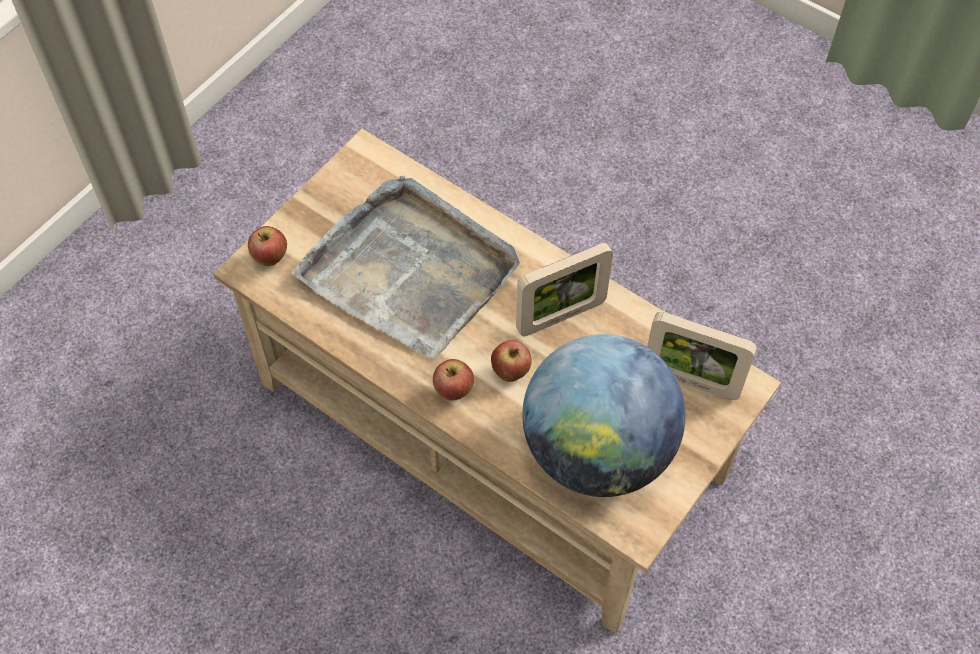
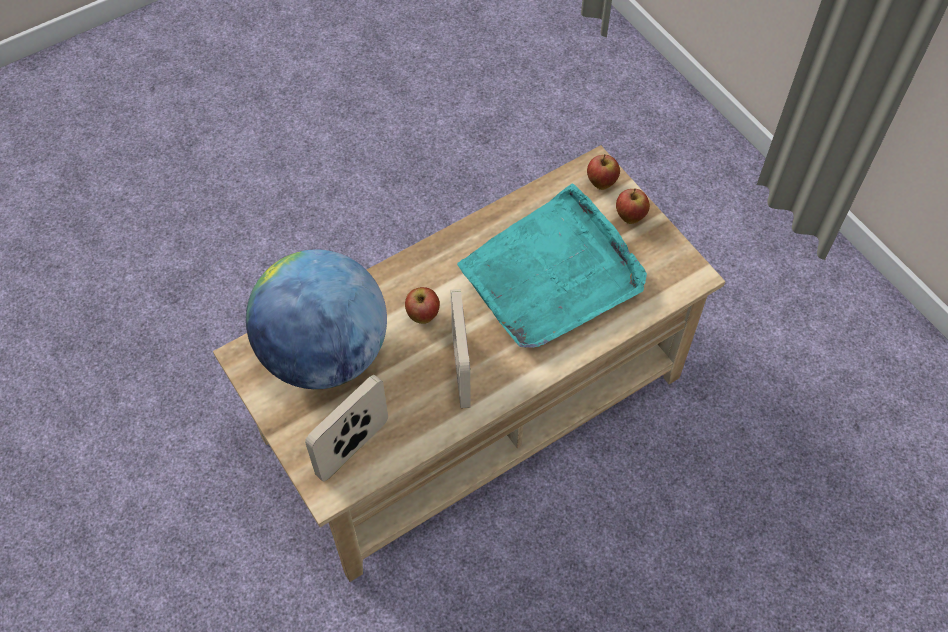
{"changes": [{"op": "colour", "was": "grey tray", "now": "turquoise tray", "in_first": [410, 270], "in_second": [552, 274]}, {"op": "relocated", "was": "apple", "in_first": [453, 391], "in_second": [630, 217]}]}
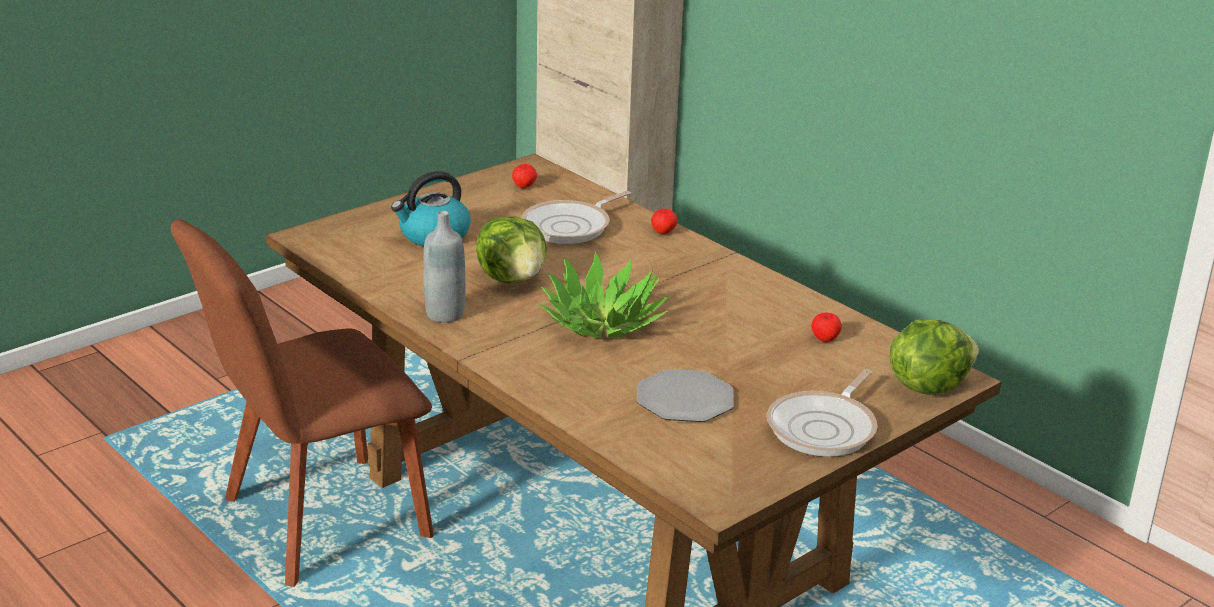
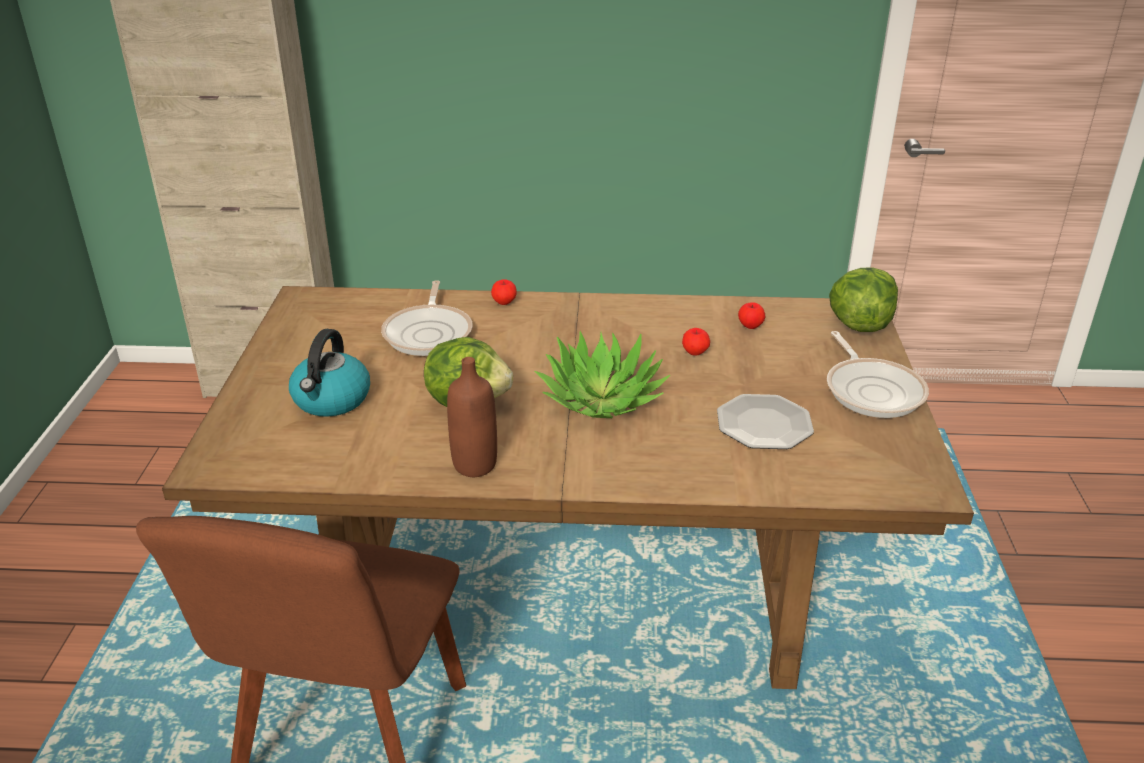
{"changes": [{"op": "colour", "was": "grey bottle", "now": "brown bottle", "in_first": [445, 314], "in_second": [474, 465]}, {"op": "relocated", "was": "apple", "in_first": [524, 186], "in_second": [695, 352]}]}
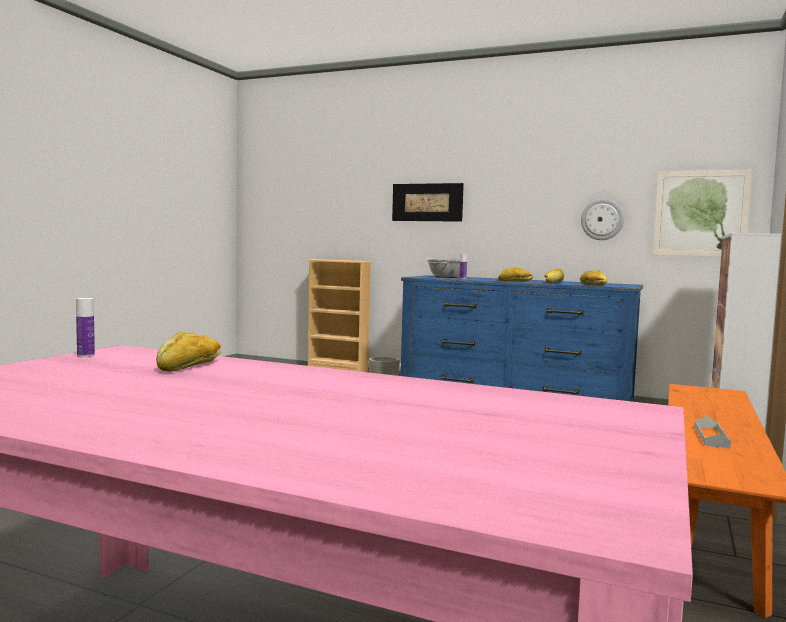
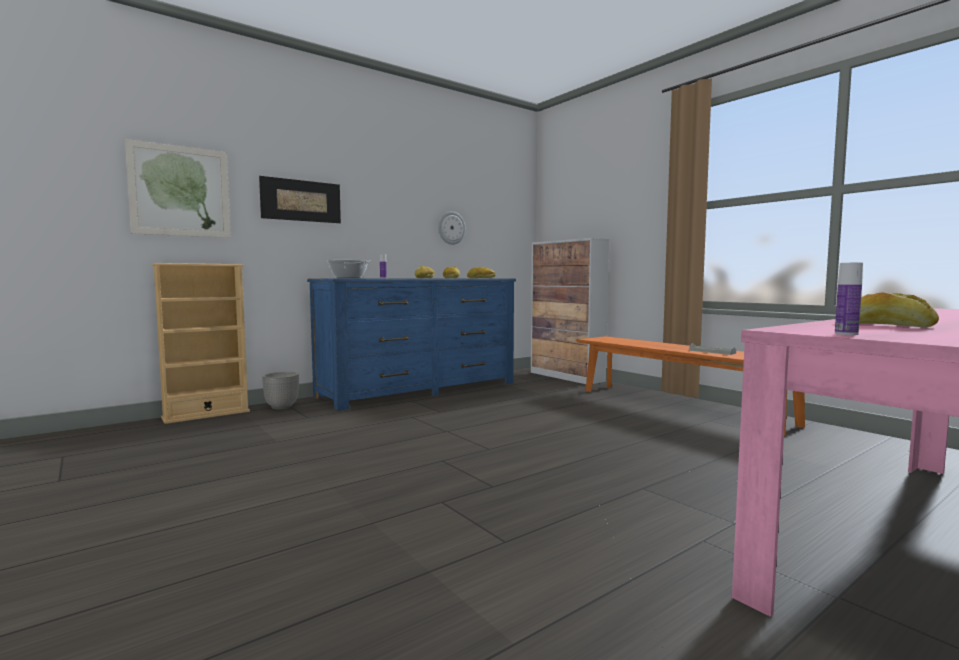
{"changes": [{"op": "relocated", "was": "picture", "in_first": [700, 213], "in_second": [180, 191]}]}
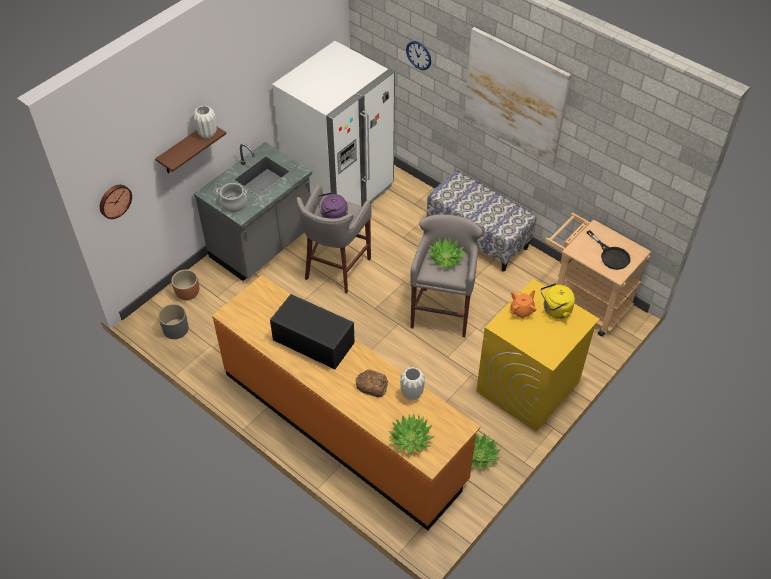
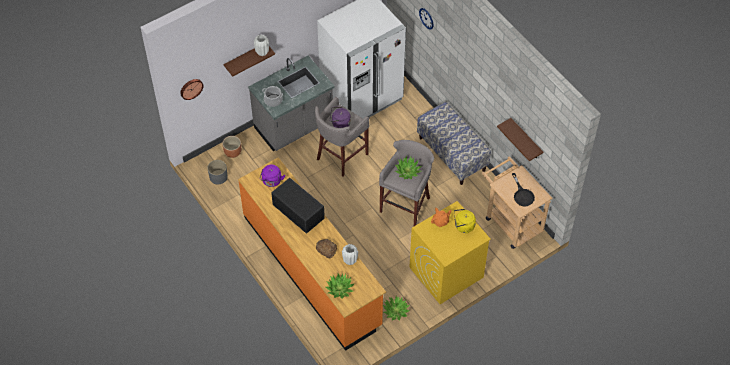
{"changes": [{"op": "appeared", "now": "purple kettle", "in_second": [272, 181]}, {"op": "appeared", "now": "brown shelf", "in_second": [526, 140]}, {"op": "missing", "was": "picture", "in_first": [515, 96]}]}
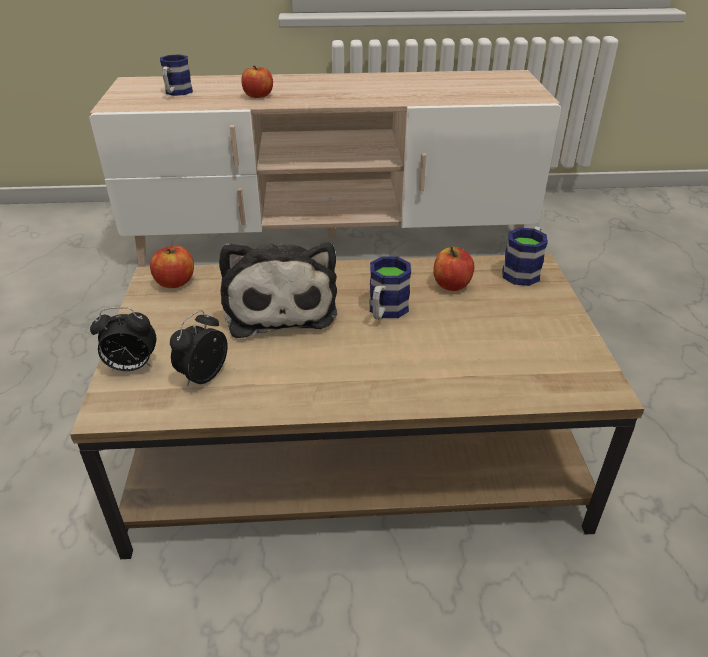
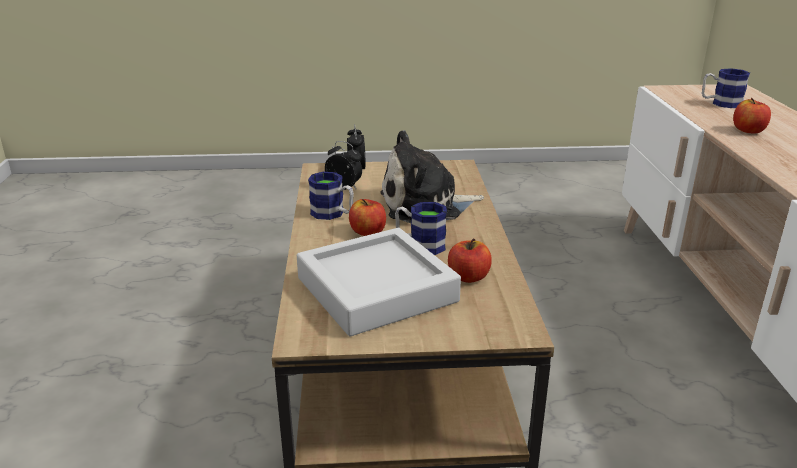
{"changes": [{"op": "appeared", "now": "grey tray", "in_second": [376, 290]}, {"op": "relocated", "was": "mug", "in_first": [523, 271], "in_second": [333, 214]}, {"op": "relocated", "was": "apple", "in_first": [175, 282], "in_second": [368, 232]}]}
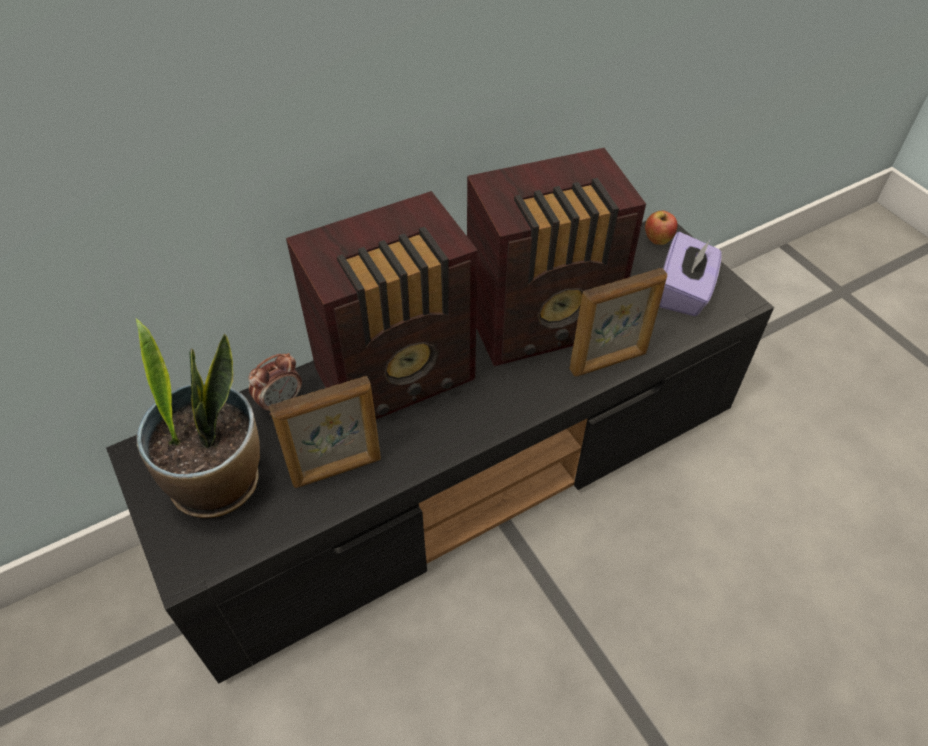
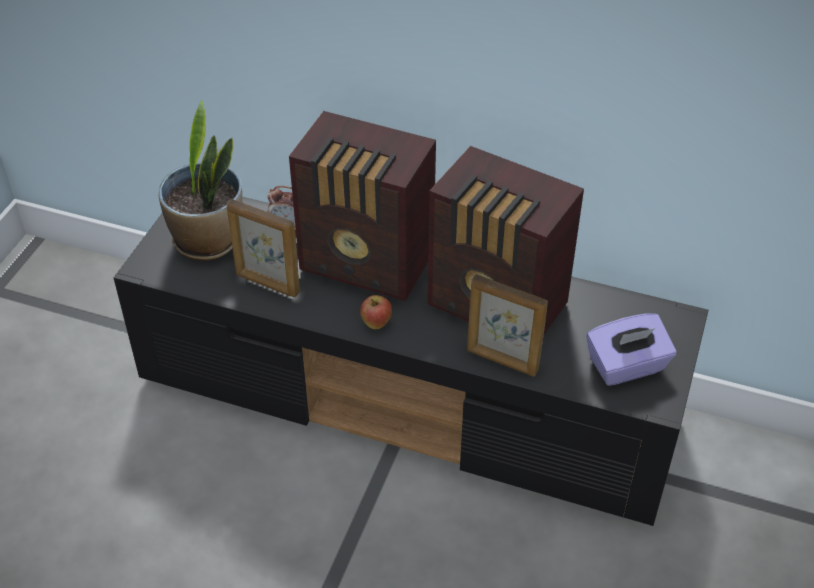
{"changes": [{"op": "relocated", "was": "apple", "in_first": [657, 241], "in_second": [376, 324]}]}
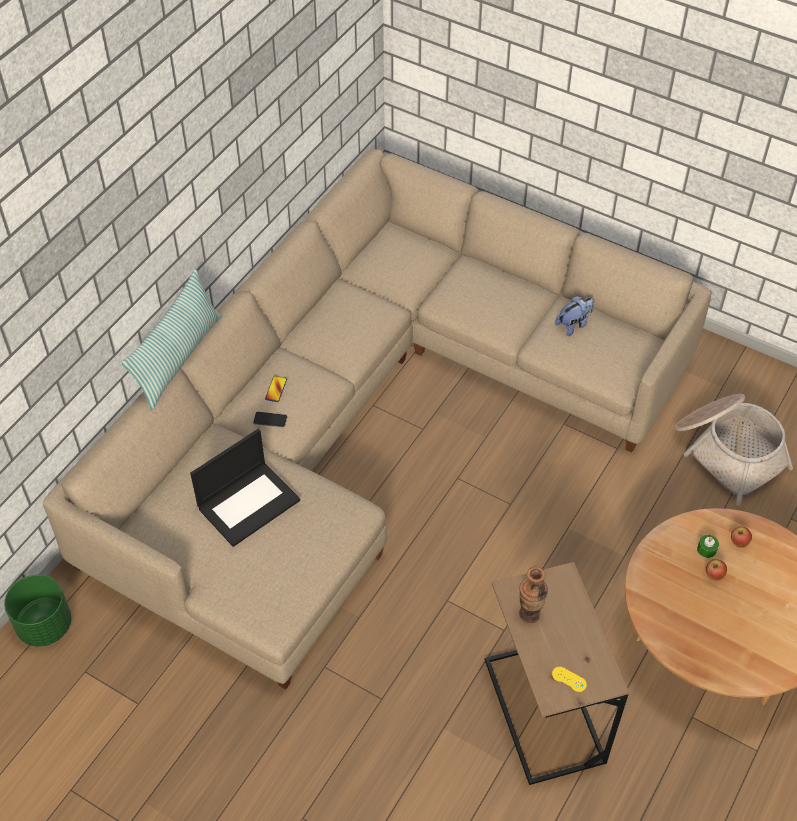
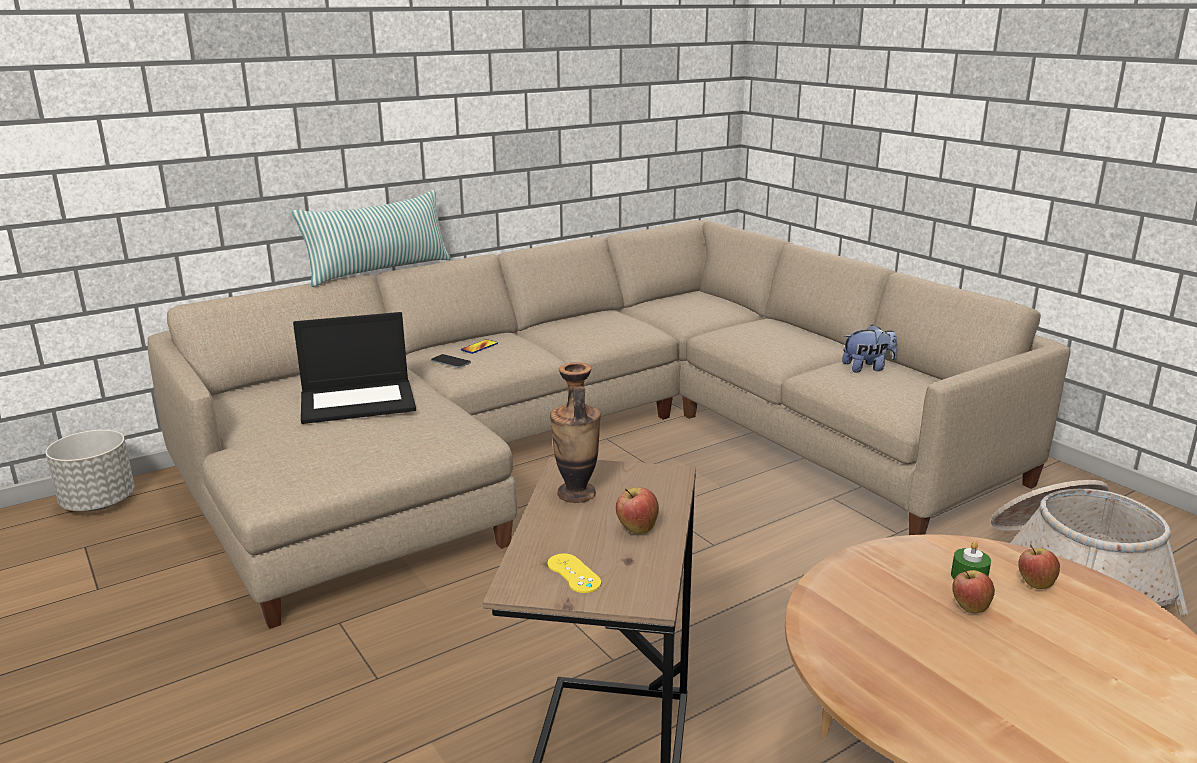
{"changes": [{"op": "colour", "was": "green planter", "now": "grey planter", "in_first": [45, 625], "in_second": [99, 503]}, {"op": "appeared", "now": "apple", "in_second": [636, 529]}]}
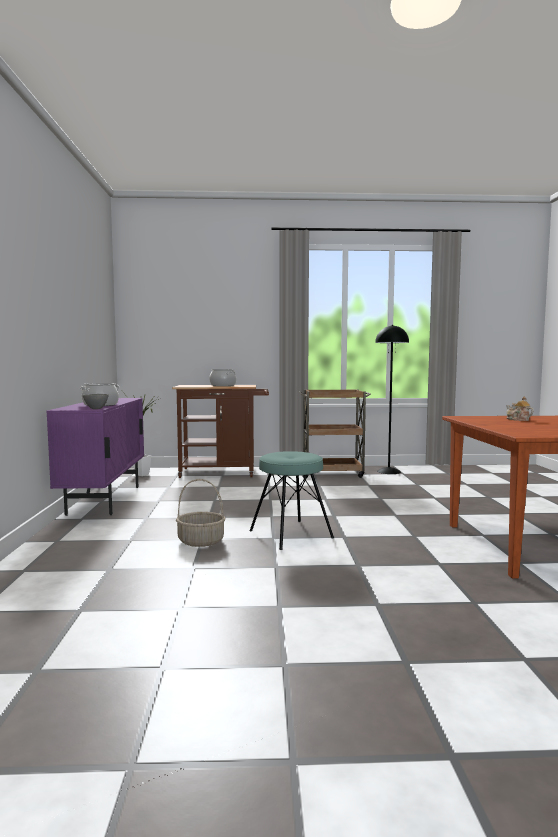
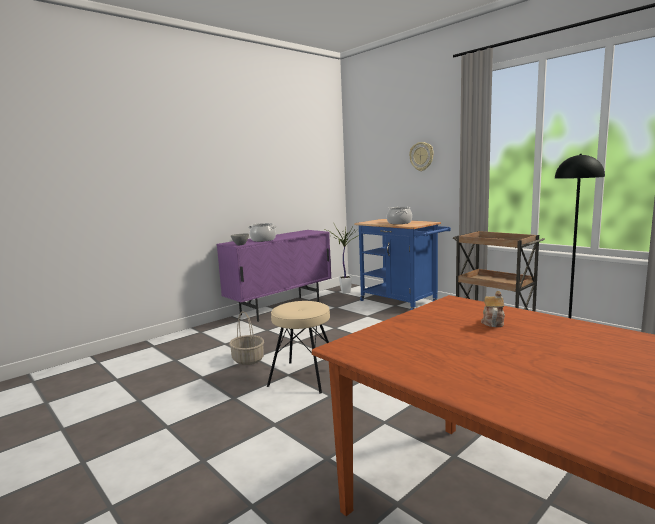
{"changes": [{"op": "colour", "was": "turquoise stool", "now": "beige stool", "in_first": [291, 534], "in_second": [304, 377]}, {"op": "colour", "was": "brown cart", "now": "blue cart", "in_first": [223, 472], "in_second": [402, 303]}, {"op": "appeared", "now": "wall clock", "in_second": [421, 156]}]}
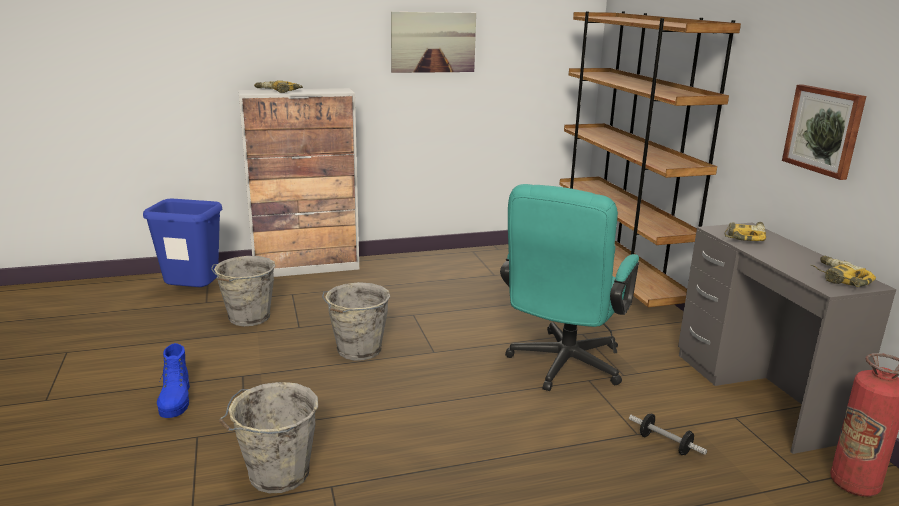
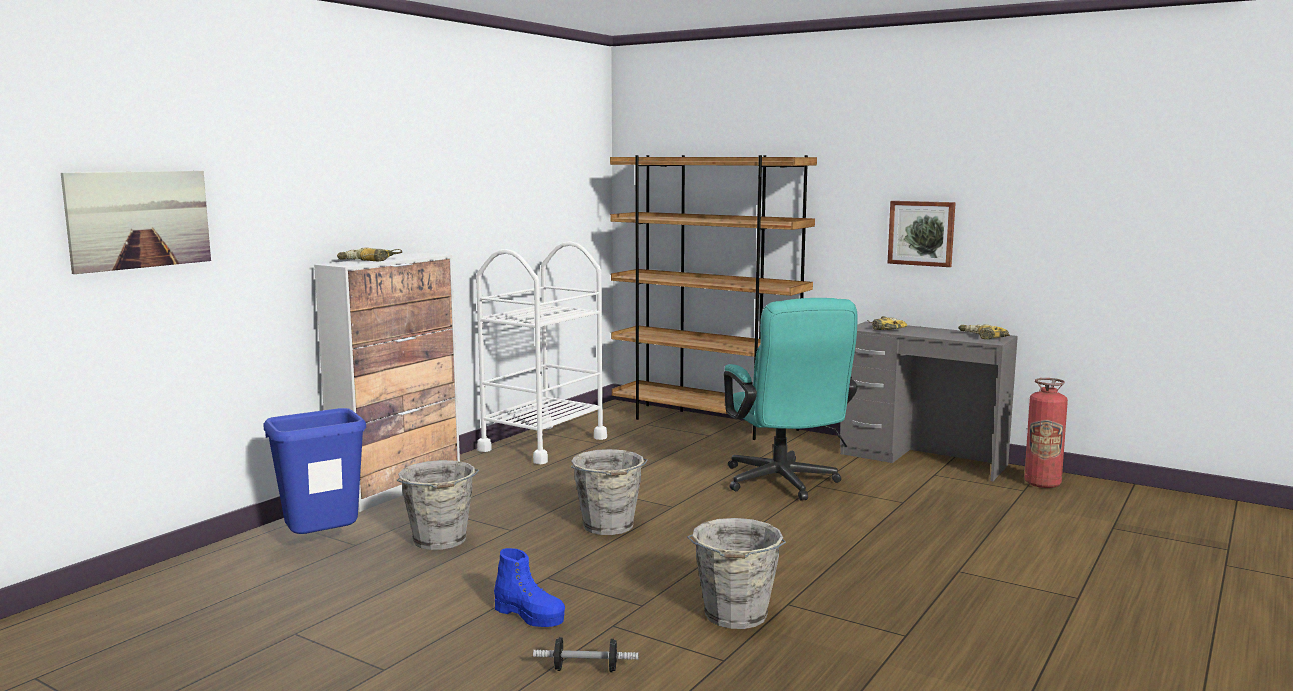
{"changes": [{"op": "relocated", "was": "picture", "in_first": [433, 42], "in_second": [139, 219]}, {"op": "appeared", "now": "white cart", "in_second": [543, 444]}, {"op": "relocated", "was": "dumbbell", "in_first": [664, 444], "in_second": [585, 669]}]}
